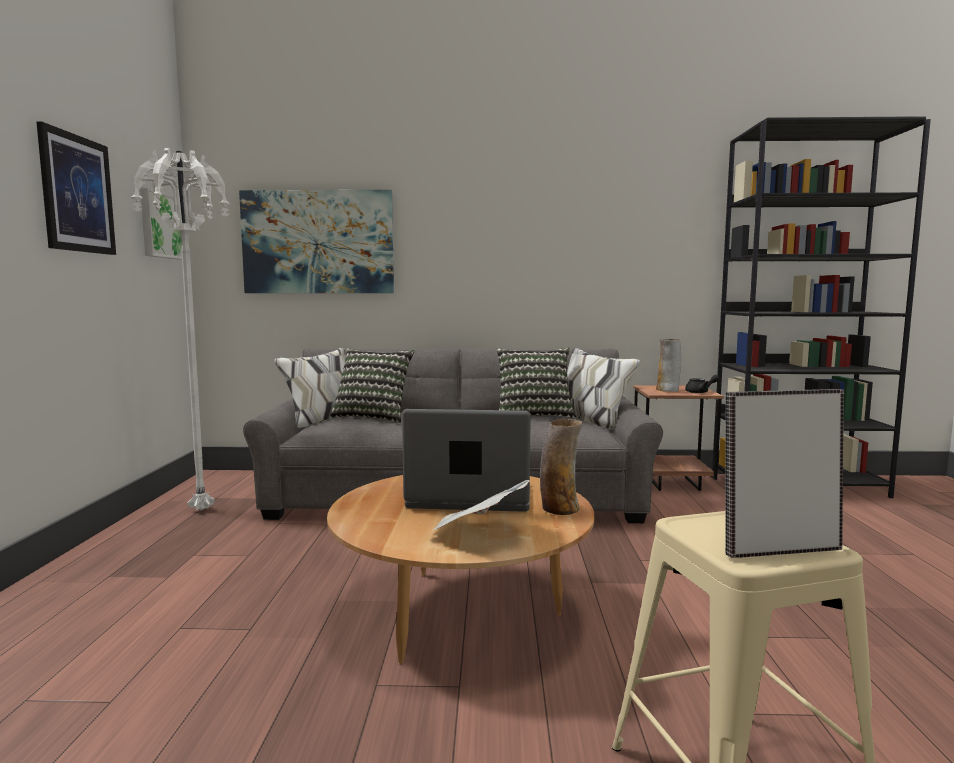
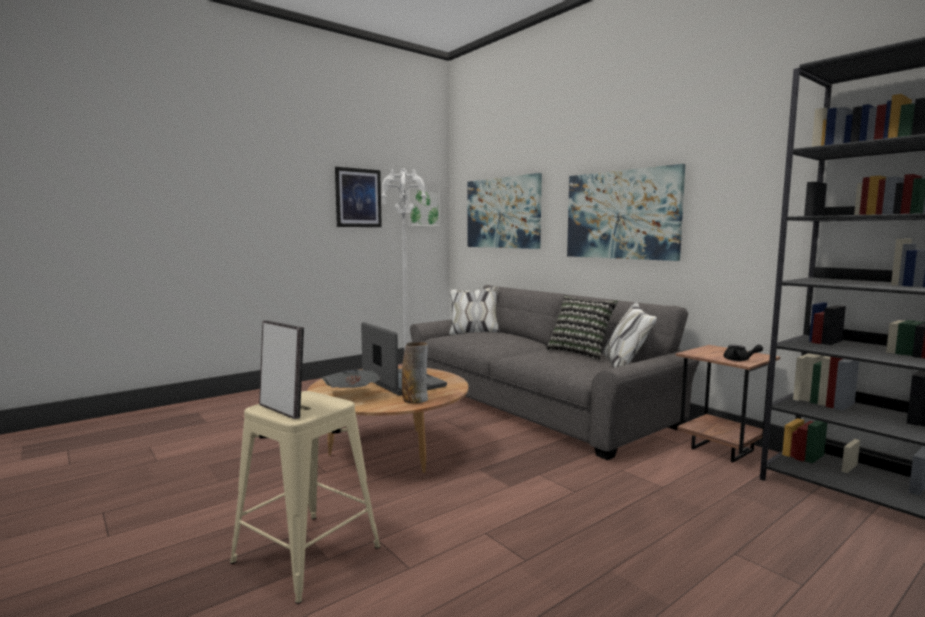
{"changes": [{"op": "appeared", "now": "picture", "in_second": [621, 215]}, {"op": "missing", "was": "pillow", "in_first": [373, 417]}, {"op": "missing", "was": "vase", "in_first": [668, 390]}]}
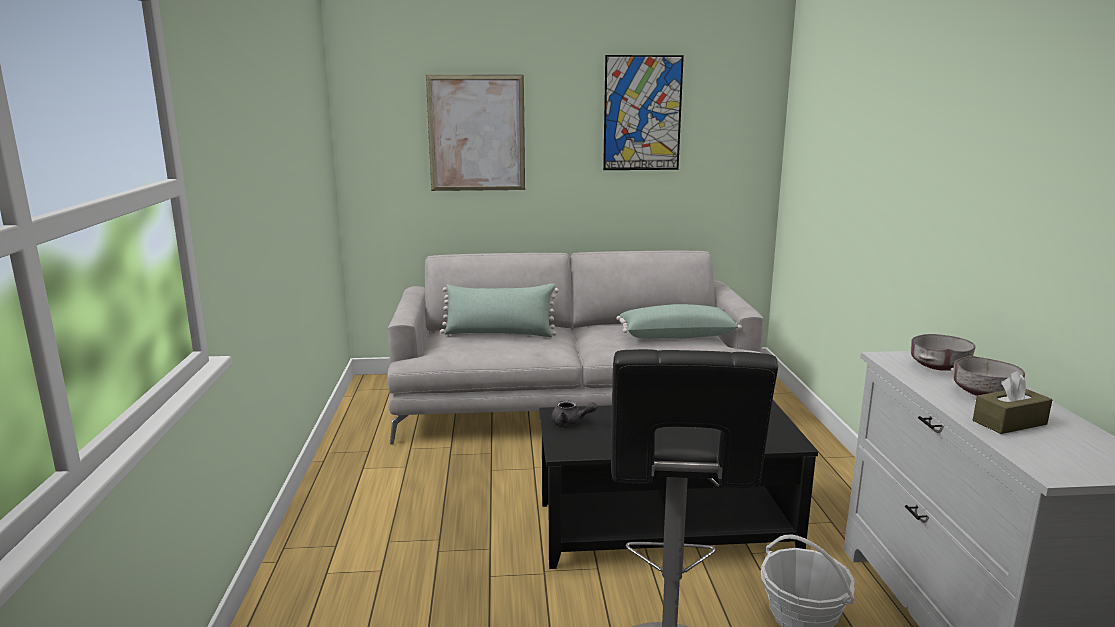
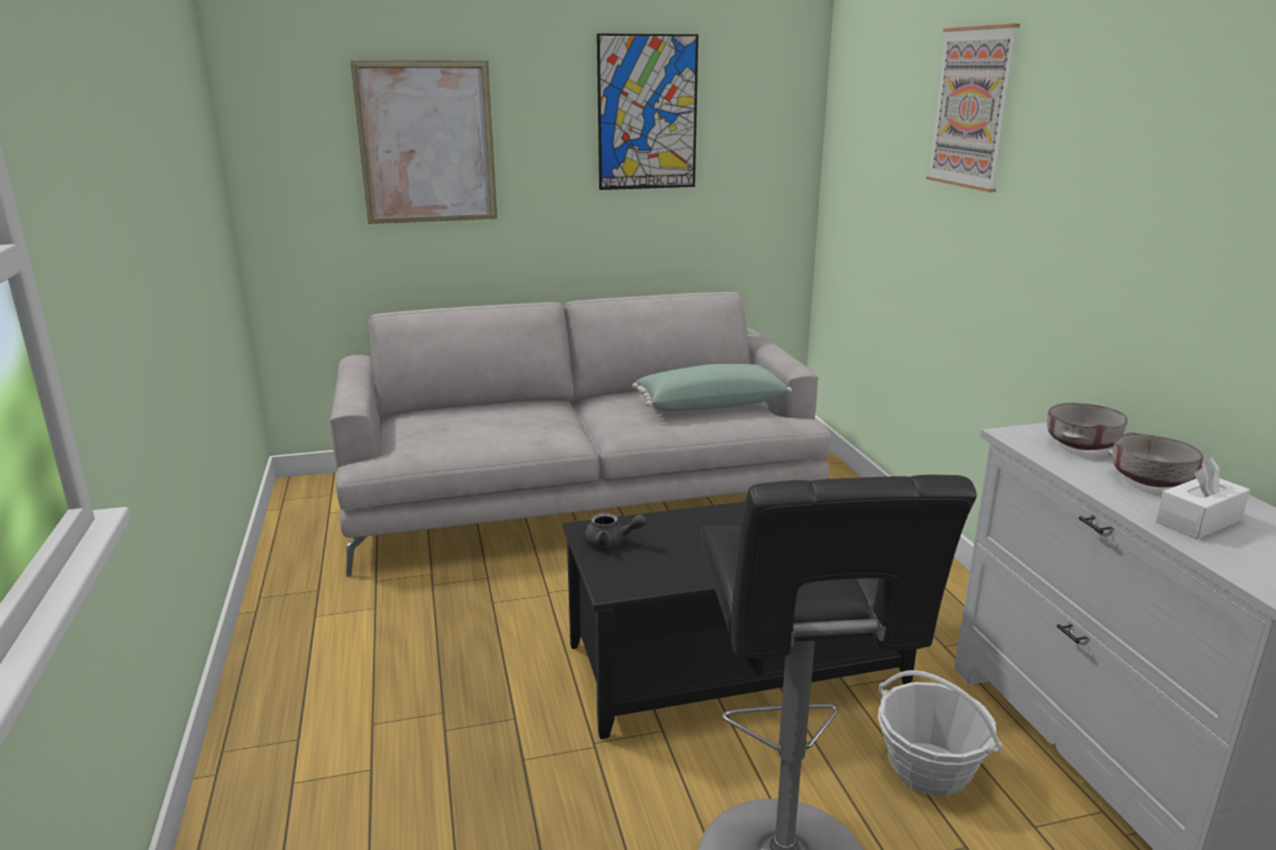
{"changes": [{"op": "appeared", "now": "picture", "in_second": [972, 108]}, {"op": "colour", "was": "brown tissue box", "now": "white tissue box", "in_first": [1009, 422], "in_second": [1198, 521]}, {"op": "missing", "was": "green pillow", "in_first": [499, 334]}]}
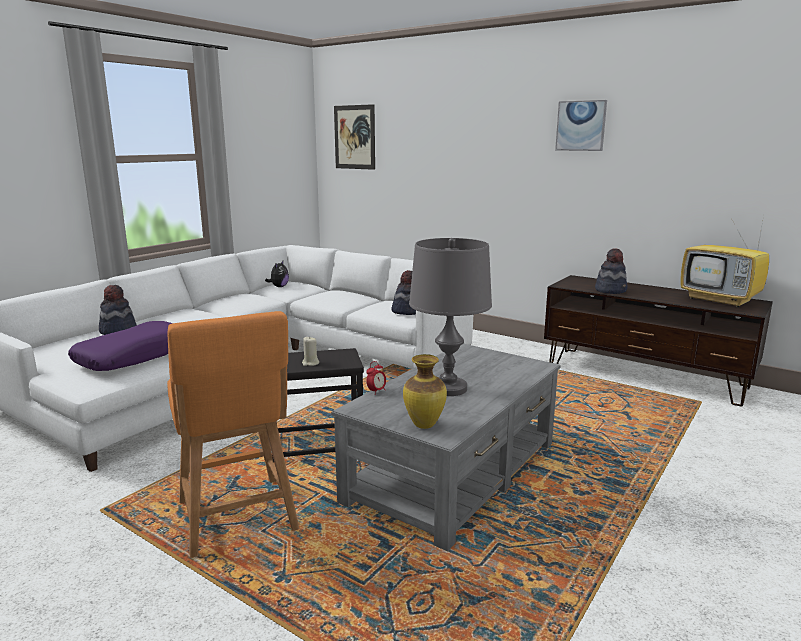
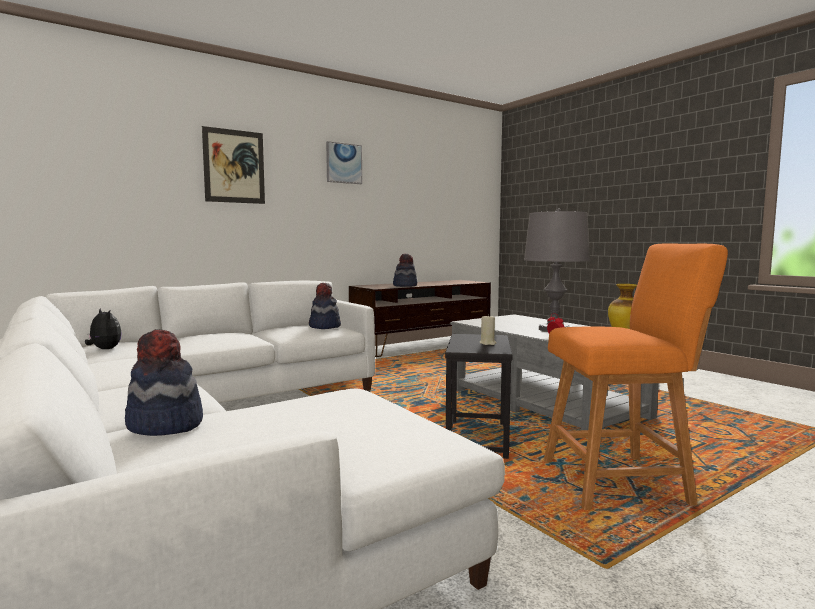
{"changes": [{"op": "relocated", "was": "picture", "in_first": [354, 137], "in_second": [234, 166]}, {"op": "missing", "was": "purple pillow", "in_first": [133, 356]}, {"op": "missing", "was": "television", "in_first": [721, 300]}]}
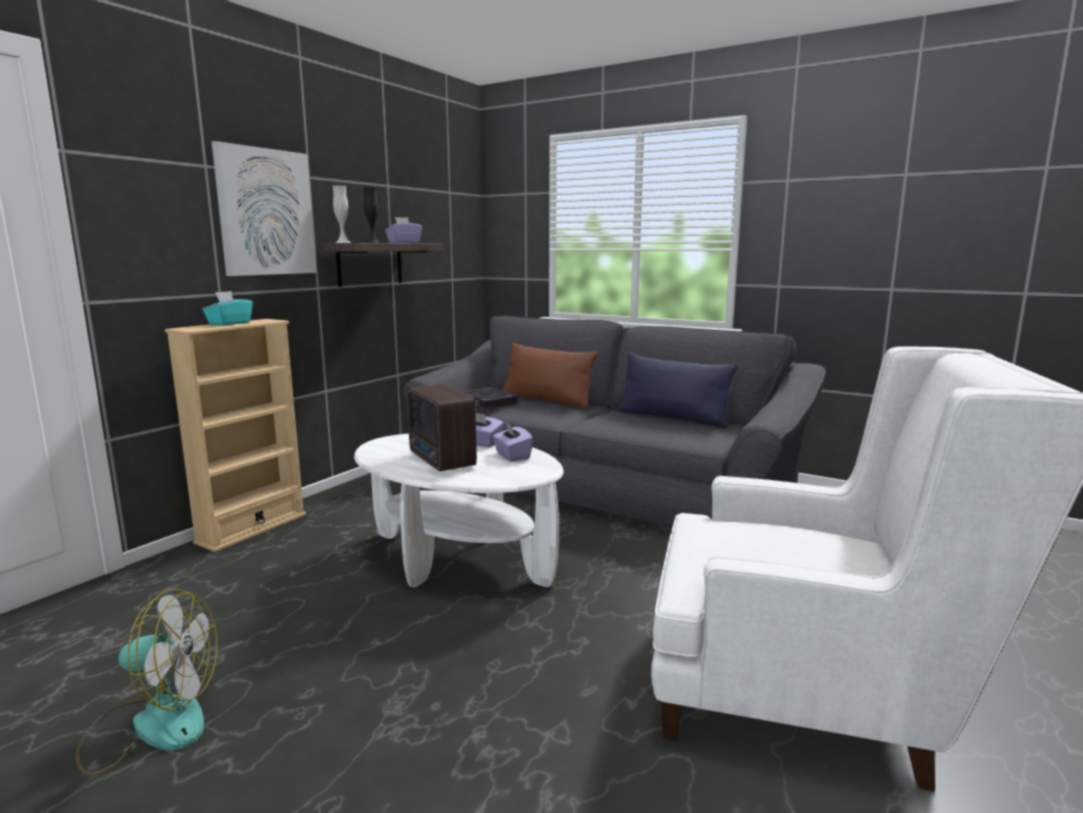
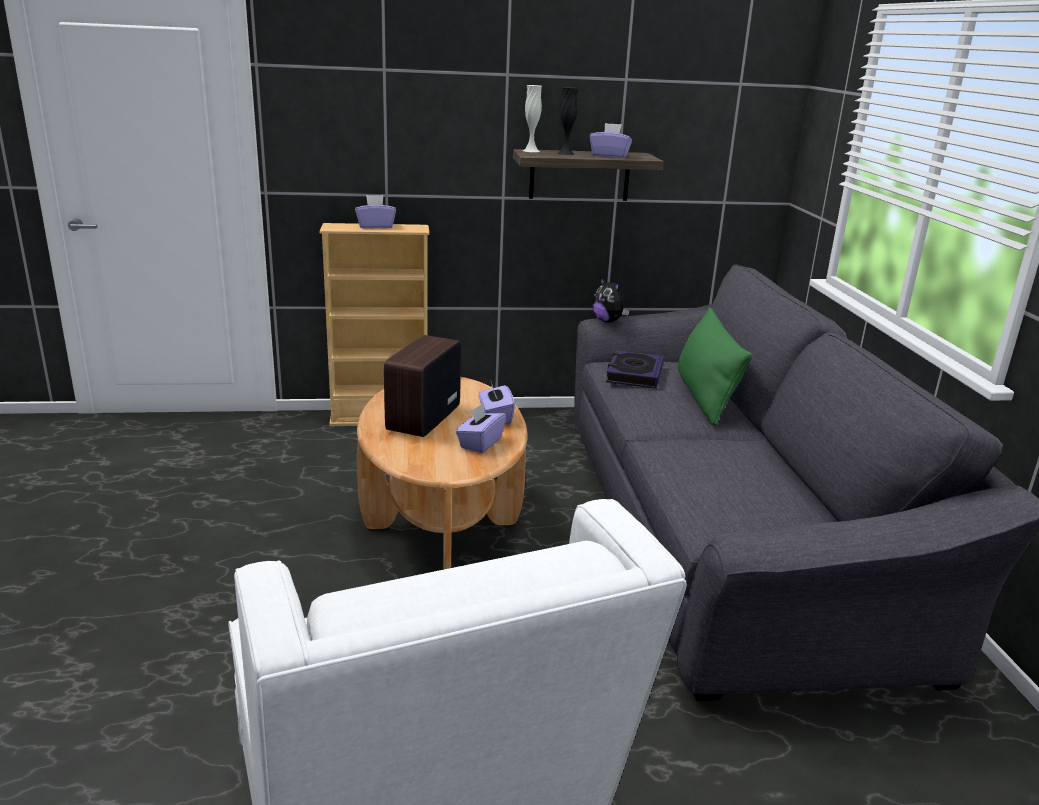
{"changes": [{"op": "colour", "was": "turquoise tissue box", "now": "purple tissue box", "in_first": [229, 323], "in_second": [375, 226]}, {"op": "colour", "was": "white coffee table", "now": "brown coffee table", "in_first": [458, 559], "in_second": [441, 525]}, {"op": "appeared", "now": "plush toy", "in_second": [608, 321]}, {"op": "colour", "was": "brown pillow", "now": "green pillow", "in_first": [546, 400], "in_second": [704, 396]}, {"op": "missing", "was": "fan", "in_first": [151, 724]}, {"op": "missing", "was": "picture", "in_first": [266, 212]}, {"op": "missing", "was": "blue pillow", "in_first": [673, 418]}]}
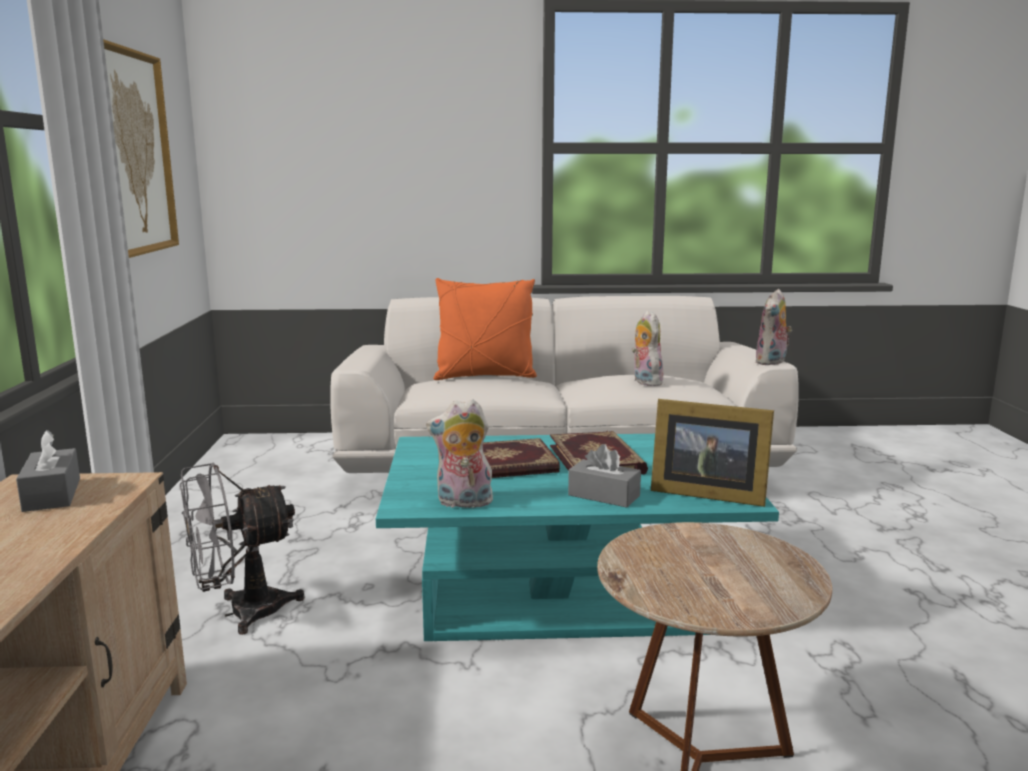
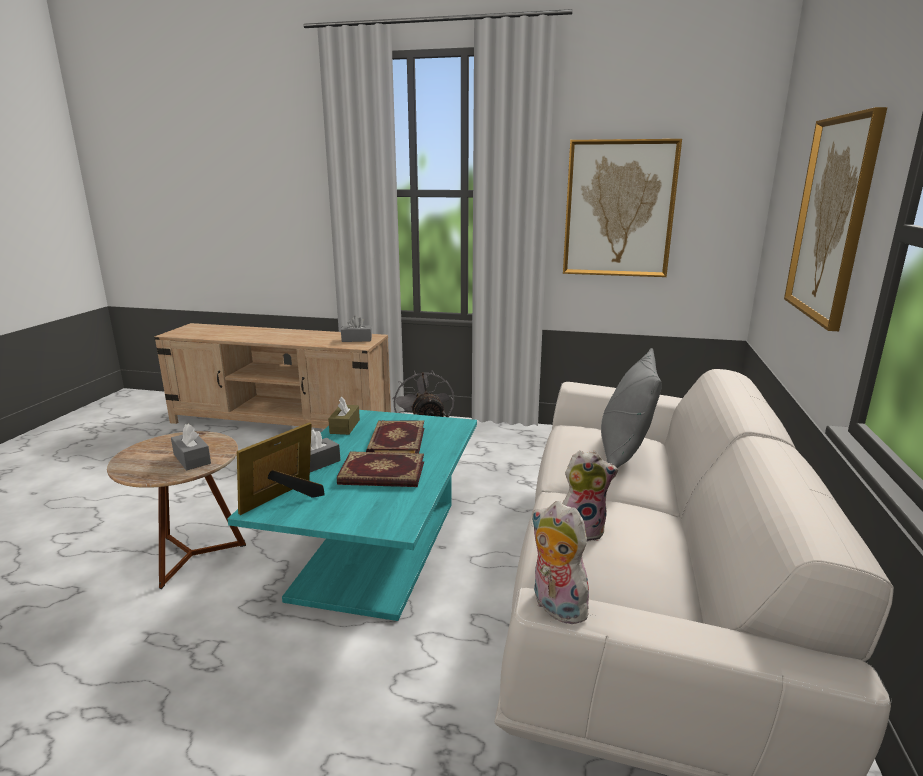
{"changes": [{"op": "appeared", "now": "grey tissue box", "in_second": [192, 459]}, {"op": "exchanged", "was": "plush toy", "now": "brown tissue box", "in_first": [463, 503], "in_second": [345, 426]}, {"op": "colour", "was": "orange pillow", "now": "grey pillow", "in_first": [485, 376], "in_second": [624, 452]}, {"op": "appeared", "now": "picture", "in_second": [832, 219]}]}
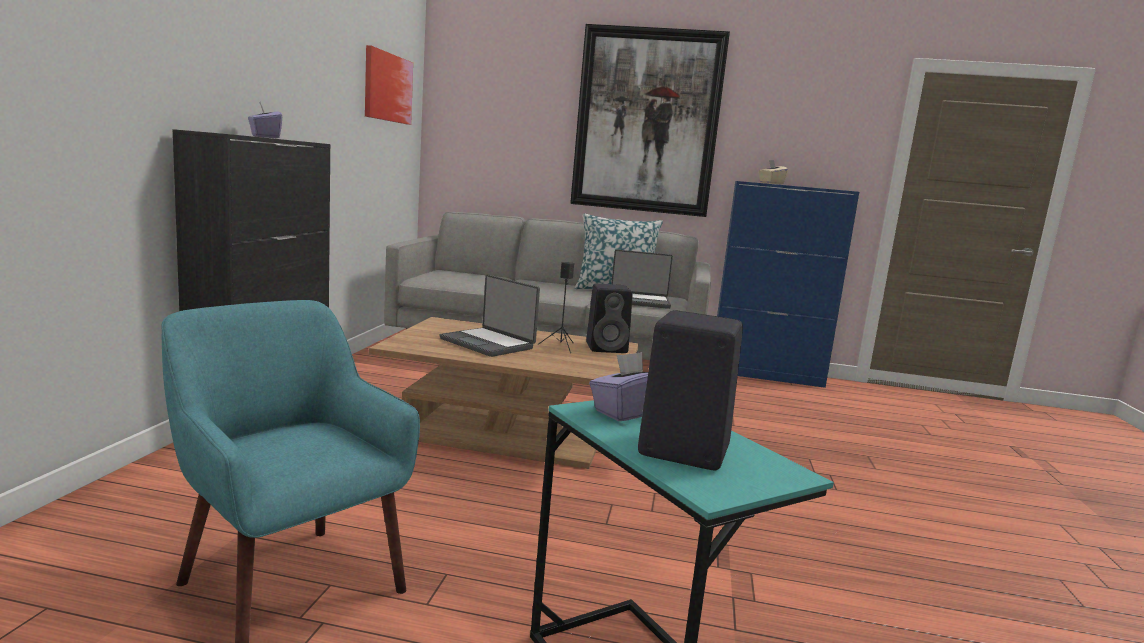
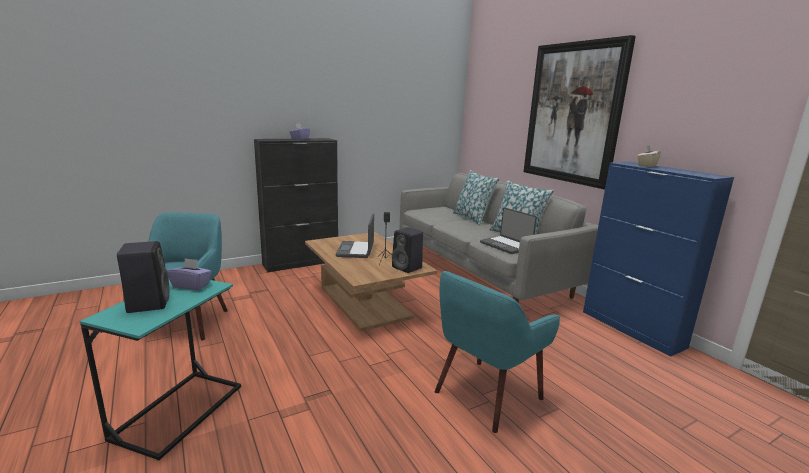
{"changes": [{"op": "appeared", "now": "turquoise armchair", "in_second": [486, 394]}, {"op": "appeared", "now": "pillow", "in_second": [472, 218]}, {"op": "missing", "was": "picture", "in_first": [387, 87]}]}
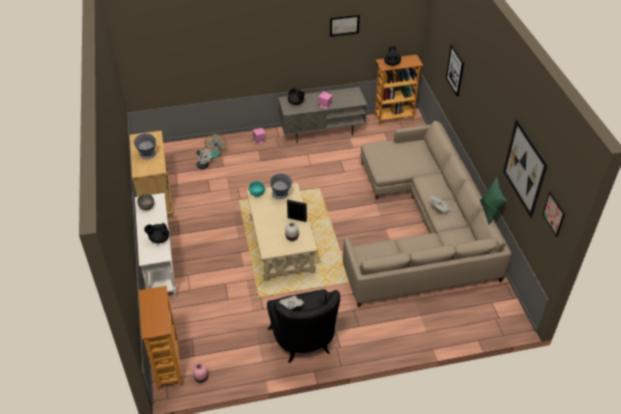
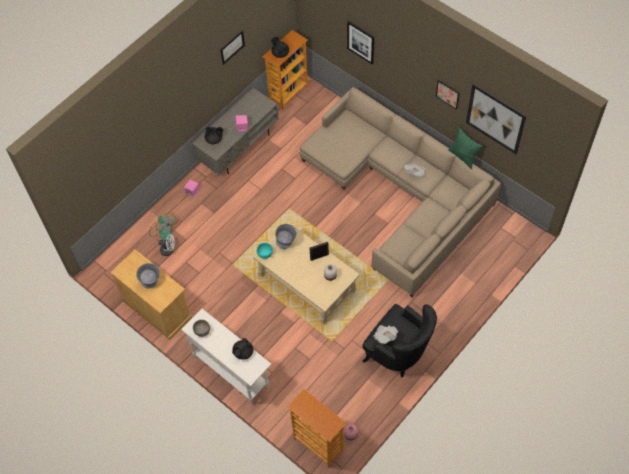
{"changes": [{"op": "relocated", "was": "picture", "in_first": [554, 214], "in_second": [447, 94]}]}
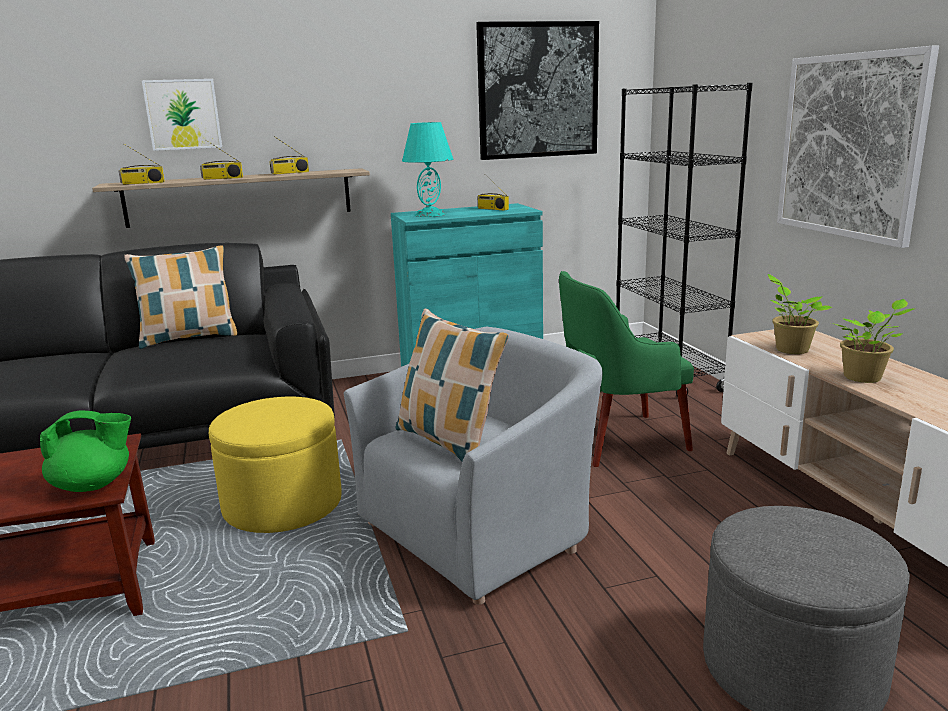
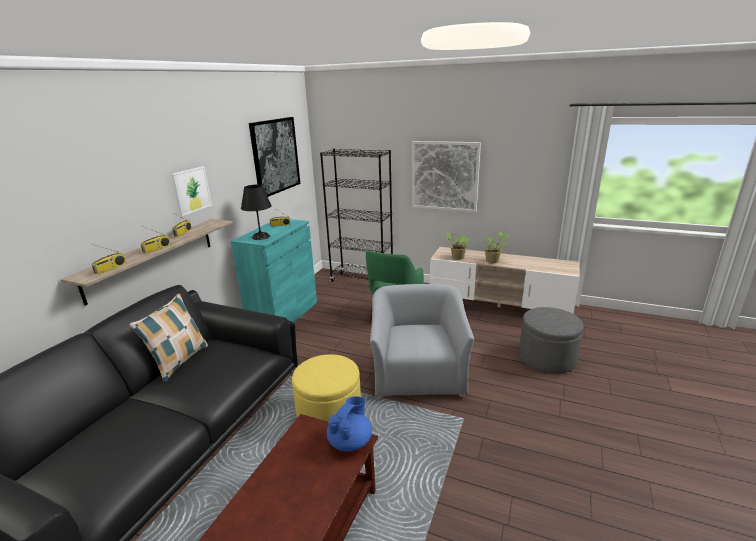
{"changes": [{"op": "relocated", "was": "picture", "in_first": [183, 114], "in_second": [191, 190]}, {"op": "colour", "was": "turquoise table lamp", "now": "black table lamp", "in_first": [430, 214], "in_second": [260, 236]}, {"op": "colour", "was": "green teapot", "now": "blue teapot", "in_first": [93, 485], "in_second": [350, 442]}, {"op": "missing", "was": "pillow", "in_first": [449, 442]}]}
